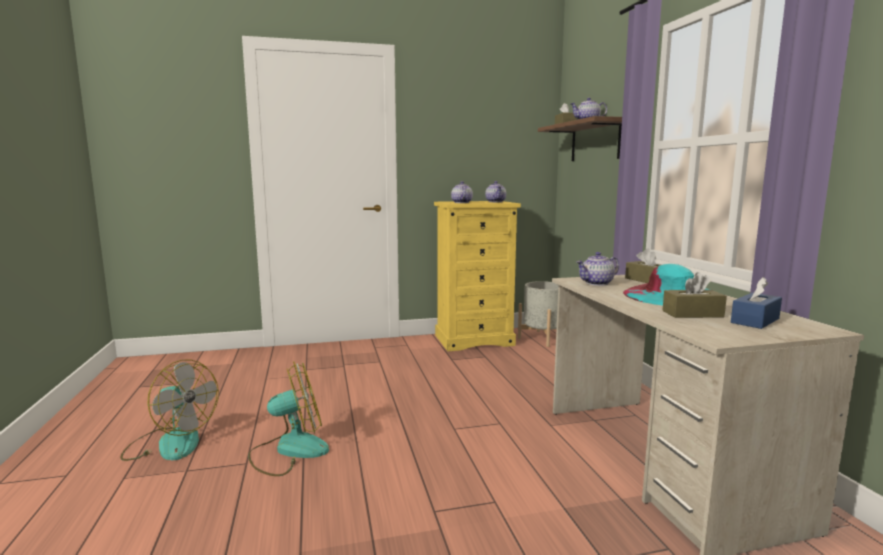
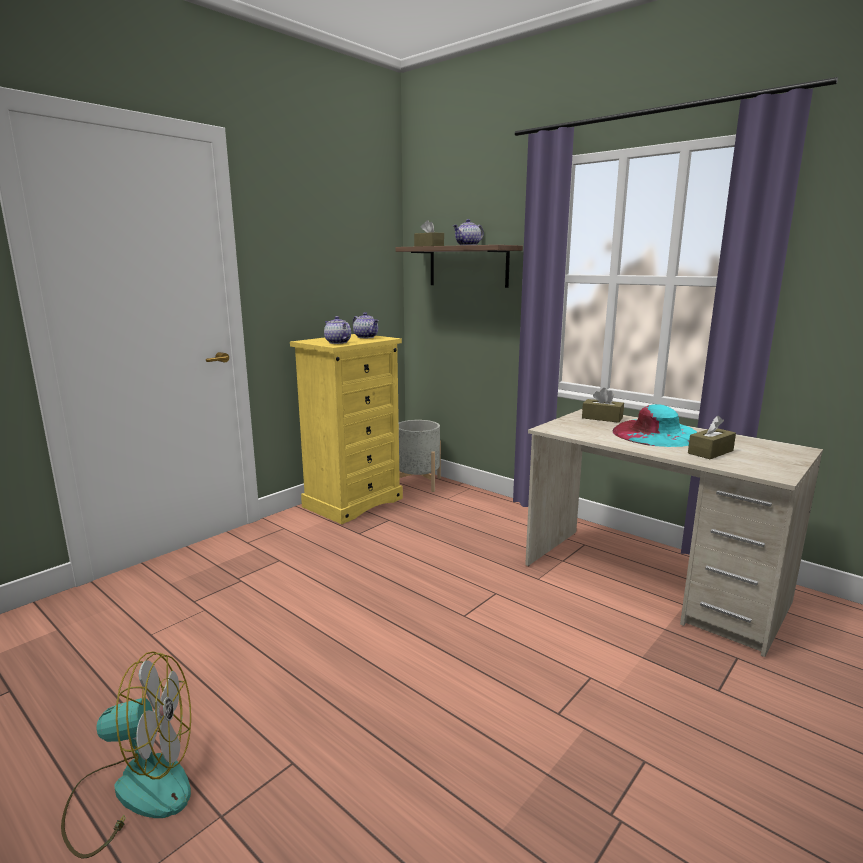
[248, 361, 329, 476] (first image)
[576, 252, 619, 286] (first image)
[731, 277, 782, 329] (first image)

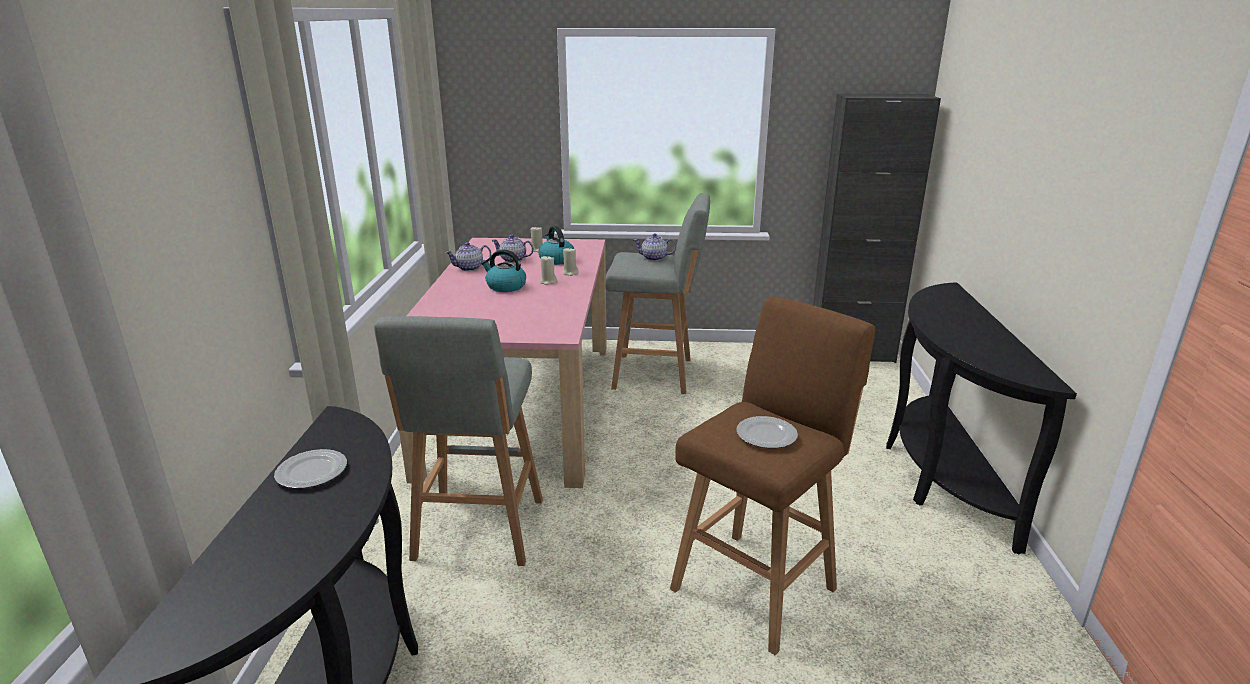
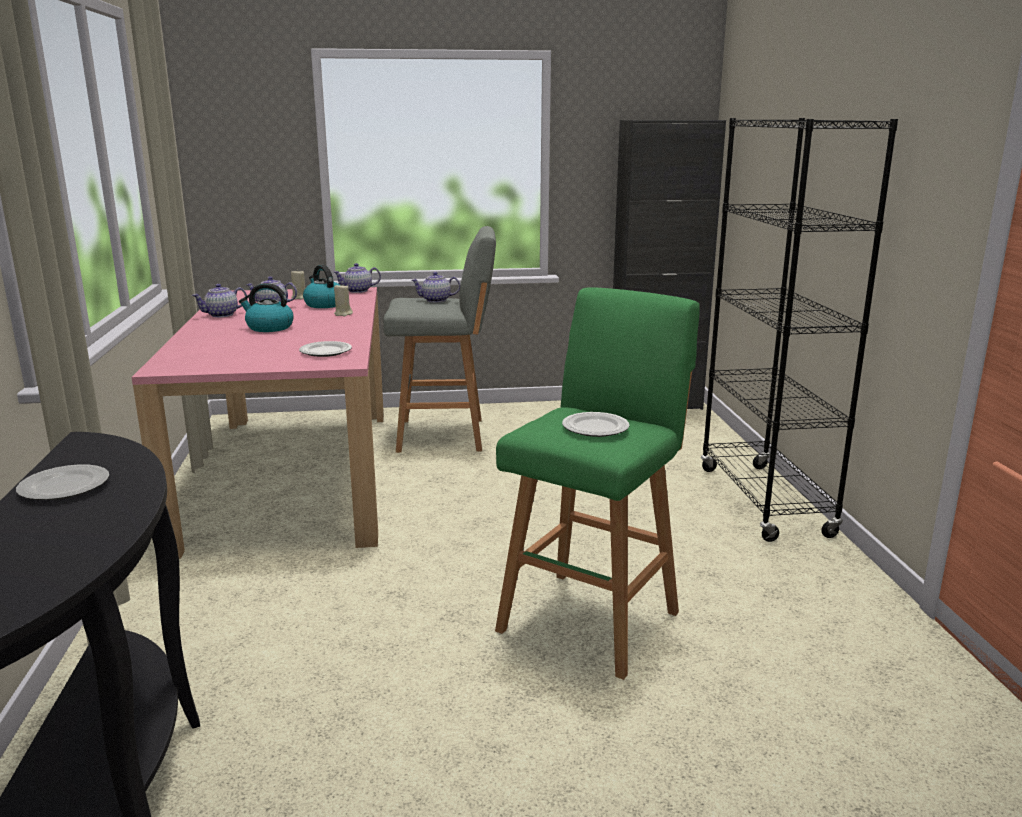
[374, 316, 543, 566] (first image)
[540, 255, 557, 285] (first image)
[495, 287, 700, 680]
[700, 118, 898, 542]
[299, 341, 352, 357]
[333, 263, 381, 293]

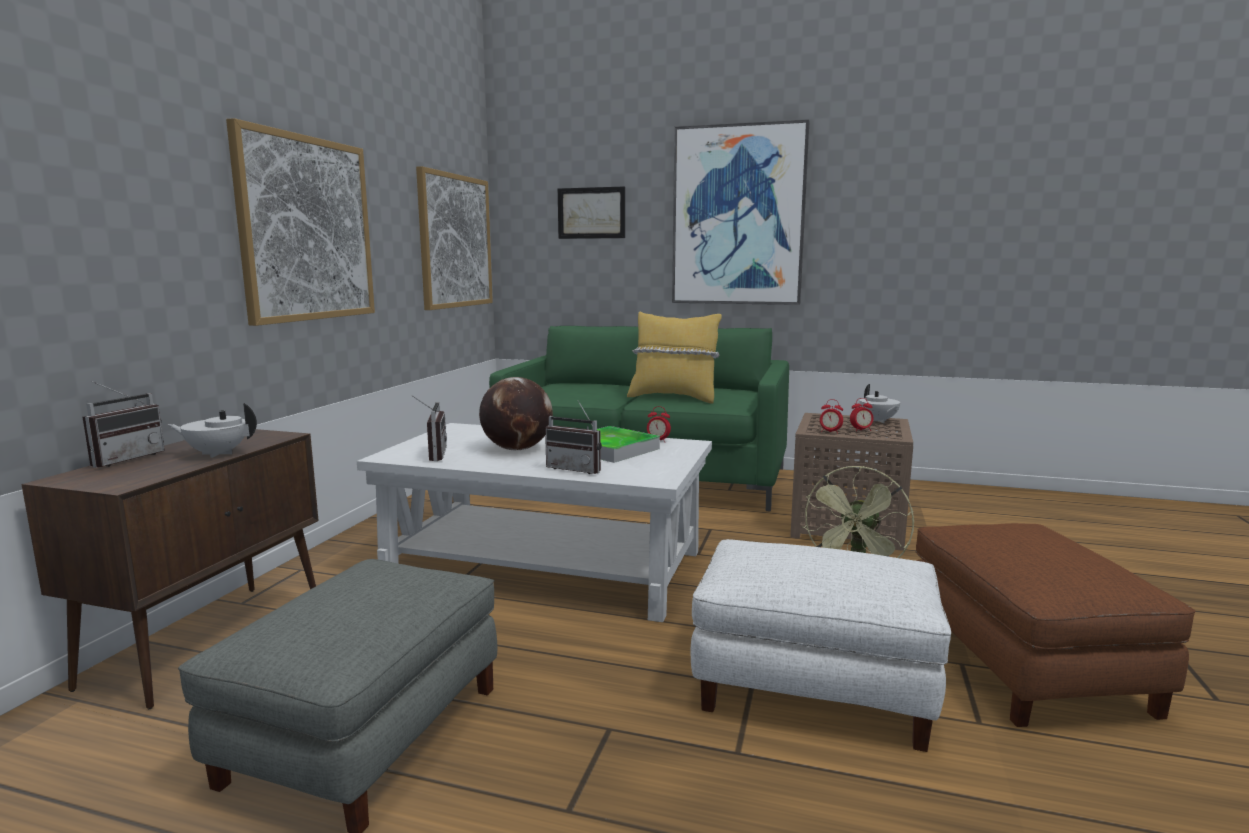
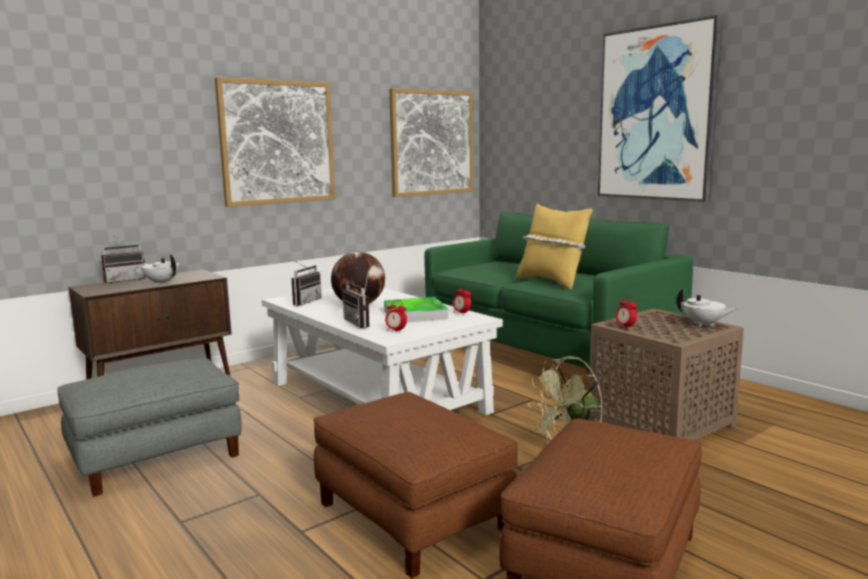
[558, 186, 625, 239] (first image)
[313, 392, 518, 578]
[385, 300, 407, 333]
[676, 289, 738, 327]

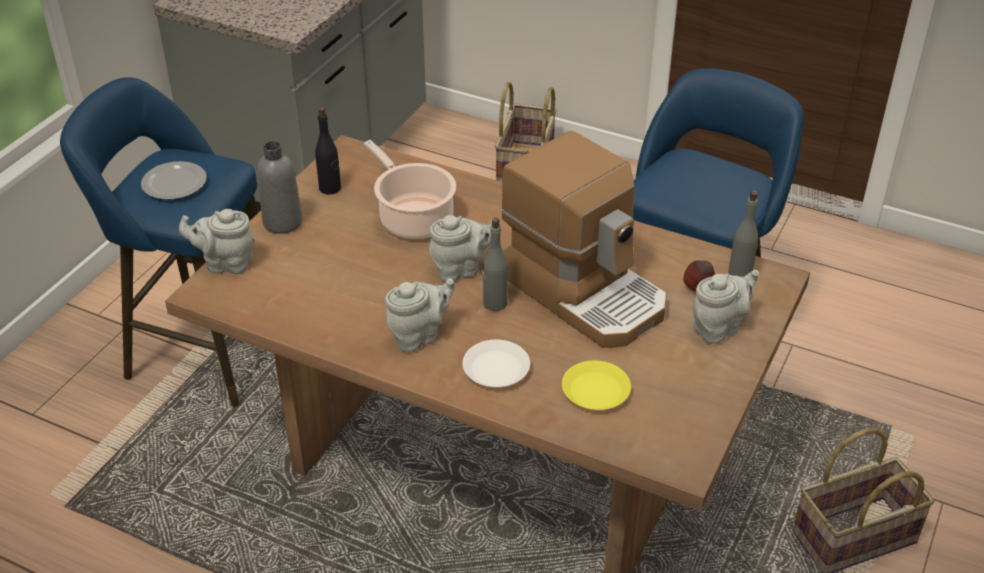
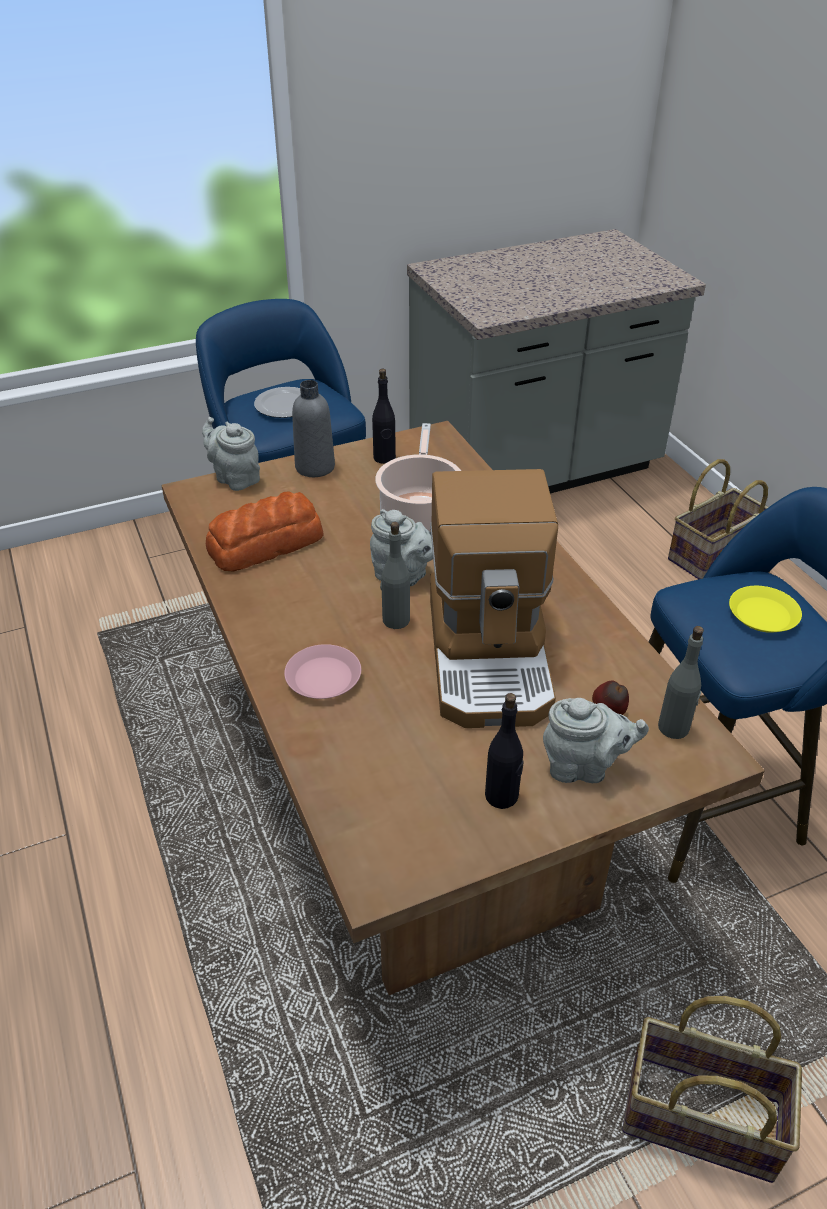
[385, 278, 455, 352] (first image)
[284, 644, 361, 699]
[729, 586, 802, 633]
[206, 491, 323, 571]
[485, 693, 524, 809]

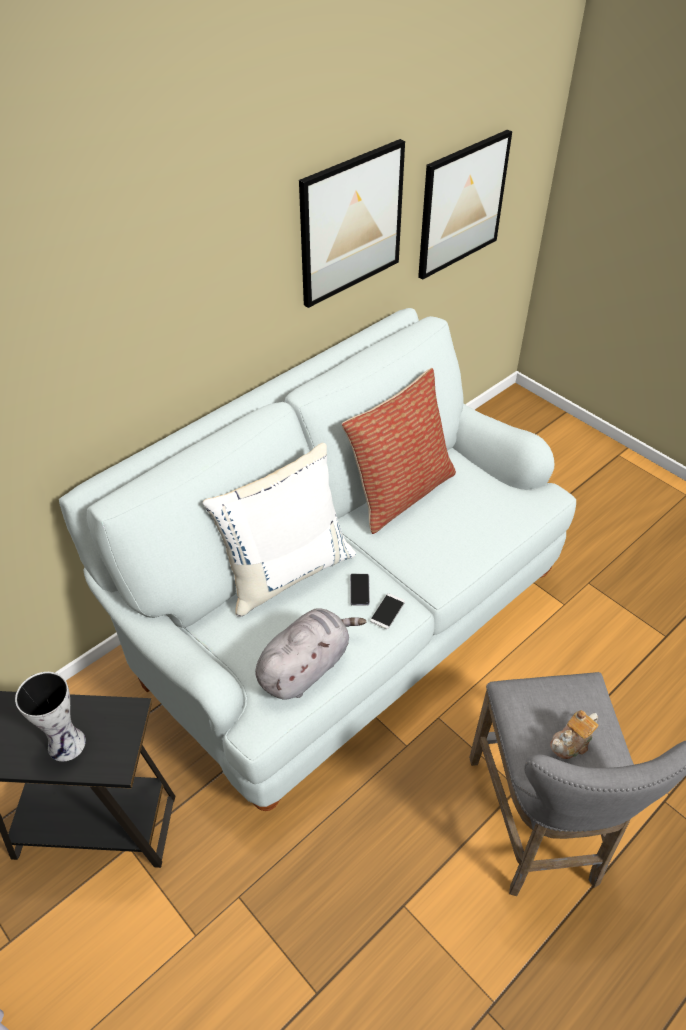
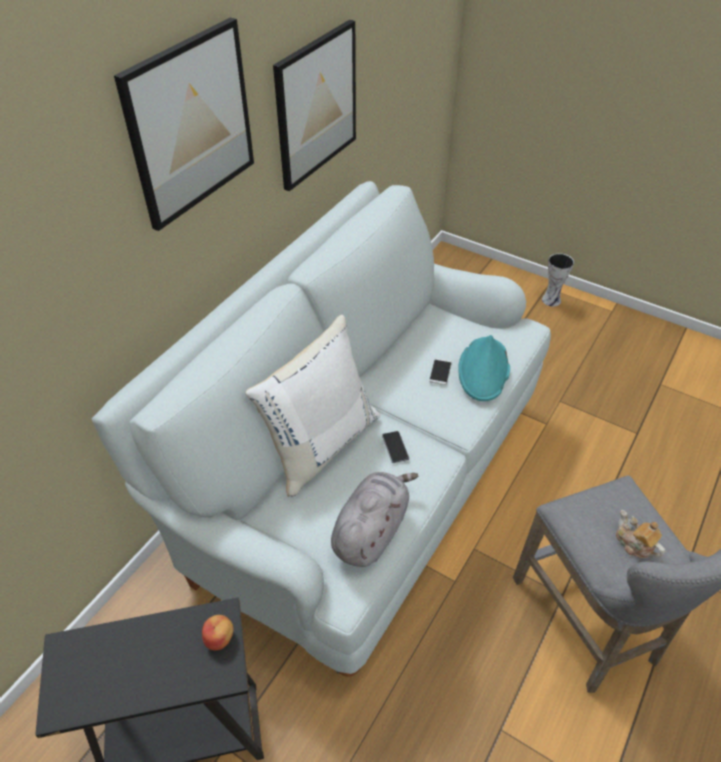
[542, 253, 574, 307]
[342, 368, 456, 534] (first image)
[429, 358, 452, 385]
[114, 17, 254, 231]
[616, 510, 665, 558]
[202, 615, 233, 651]
[458, 335, 510, 401]

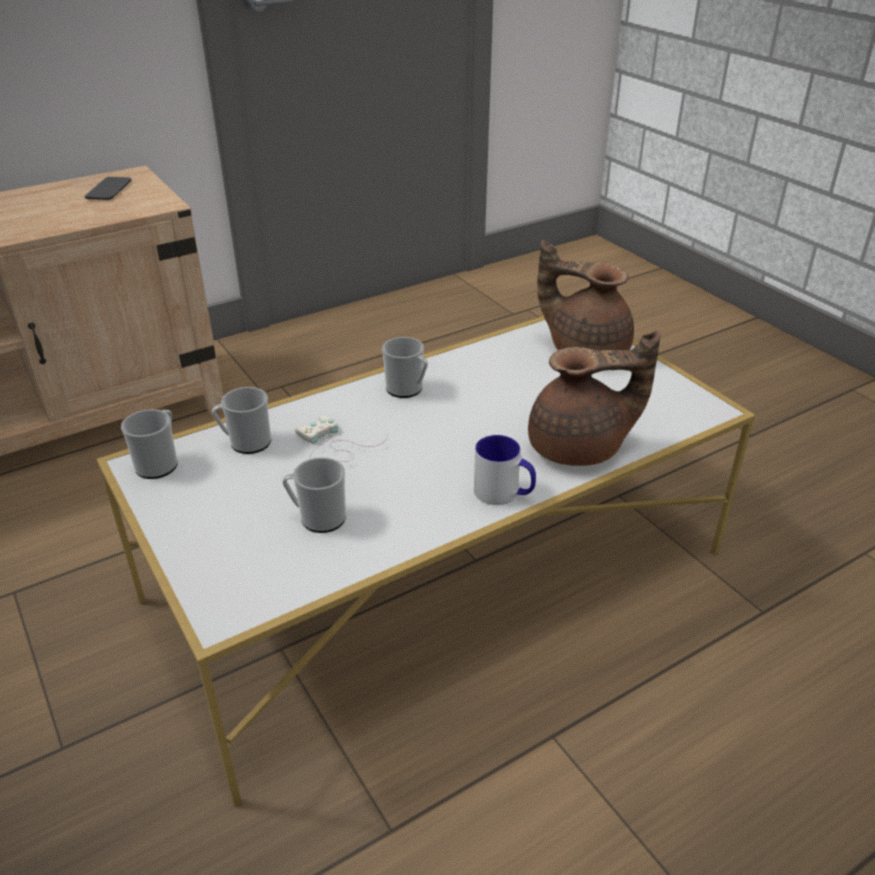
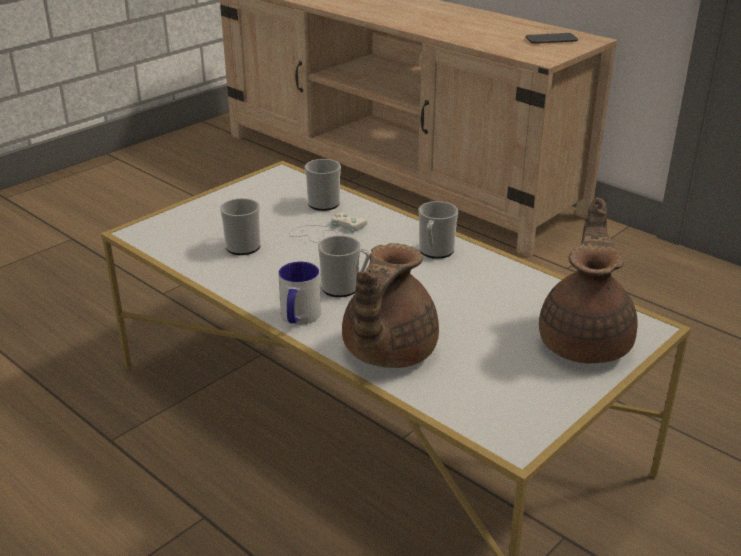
[318, 235, 370, 297]
[342, 243, 439, 368]

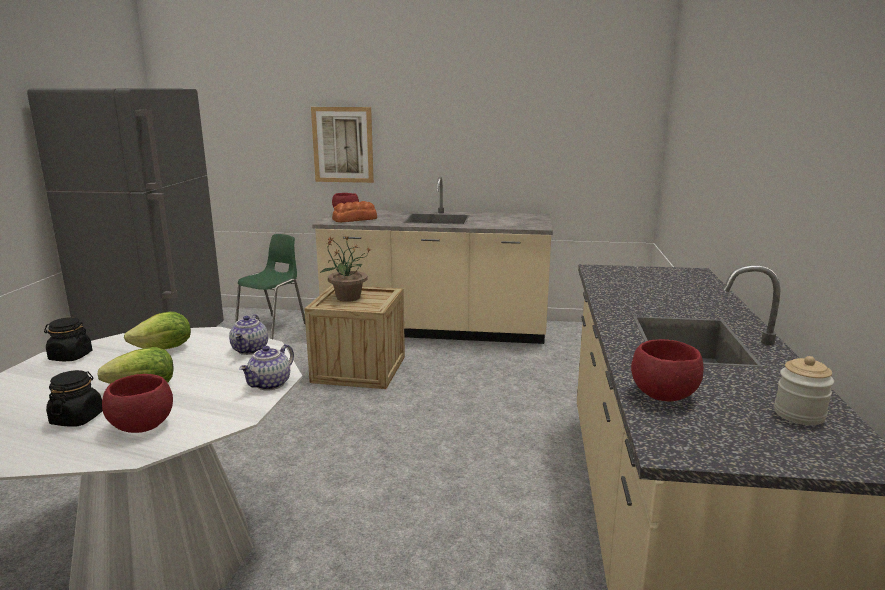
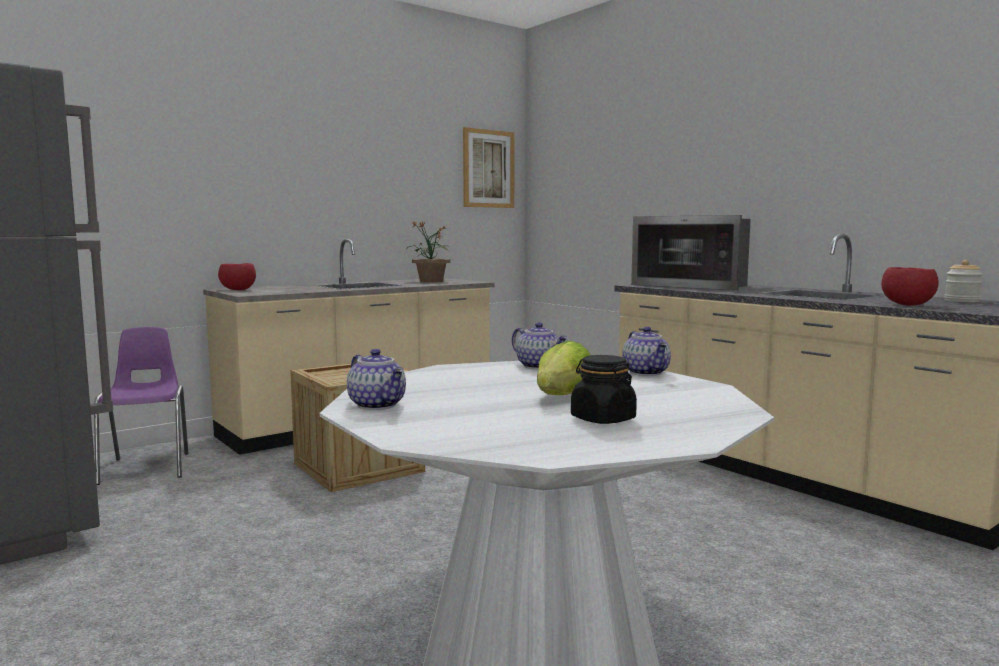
[347, 349, 406, 410]
[102, 374, 173, 433] (first image)
[124, 312, 191, 350] (first image)
[94, 327, 188, 485]
[463, 127, 515, 208]
[406, 221, 450, 282]
[332, 201, 377, 223] (first image)
[631, 215, 751, 291]

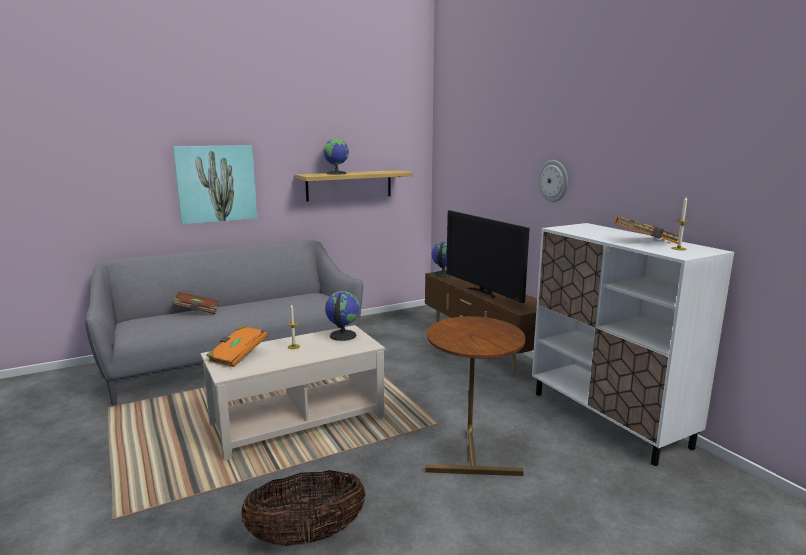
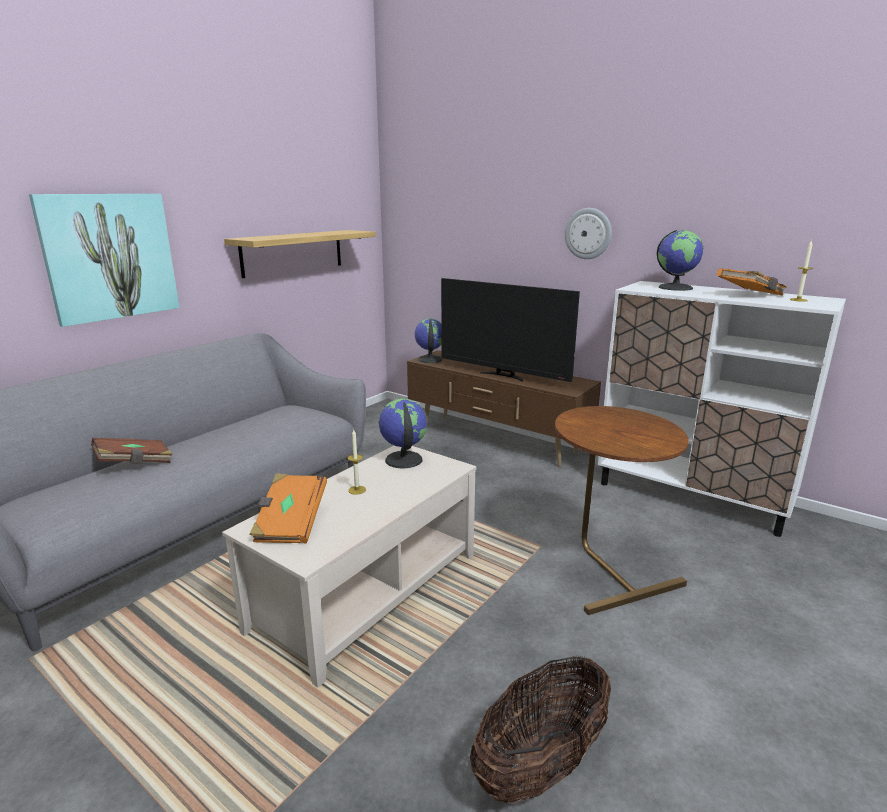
[657, 230, 703, 291]

